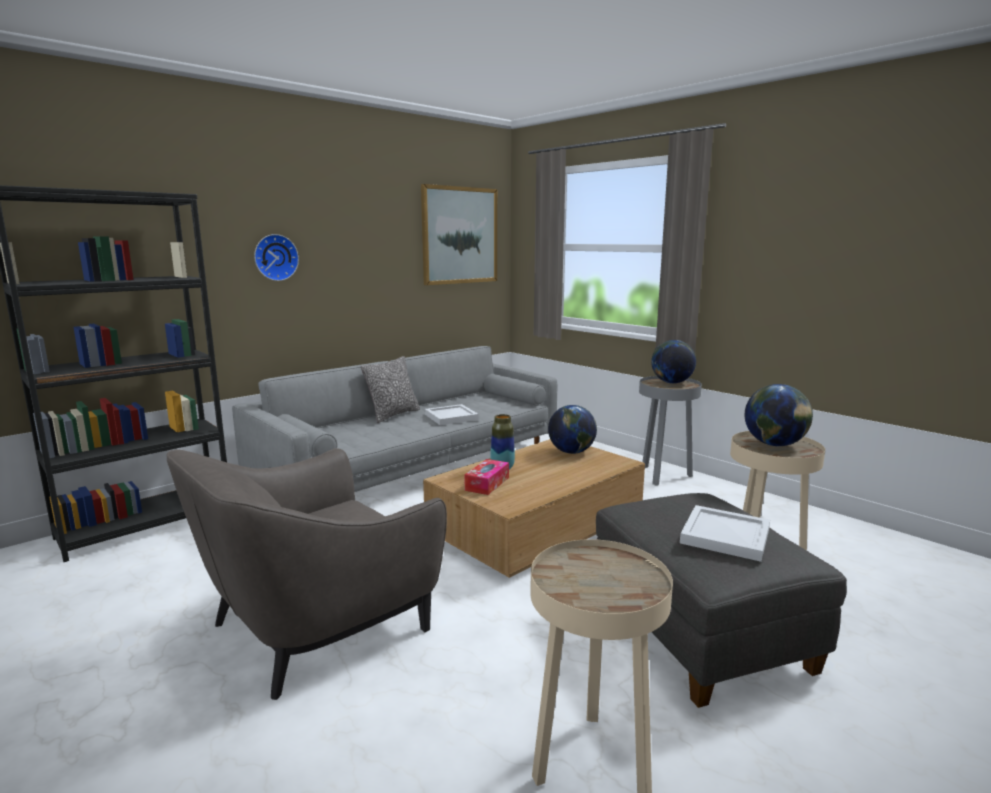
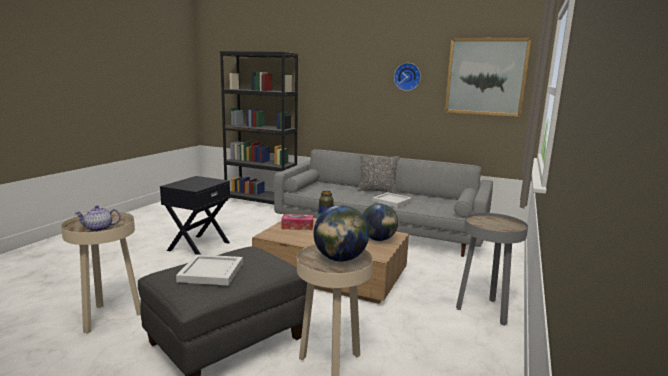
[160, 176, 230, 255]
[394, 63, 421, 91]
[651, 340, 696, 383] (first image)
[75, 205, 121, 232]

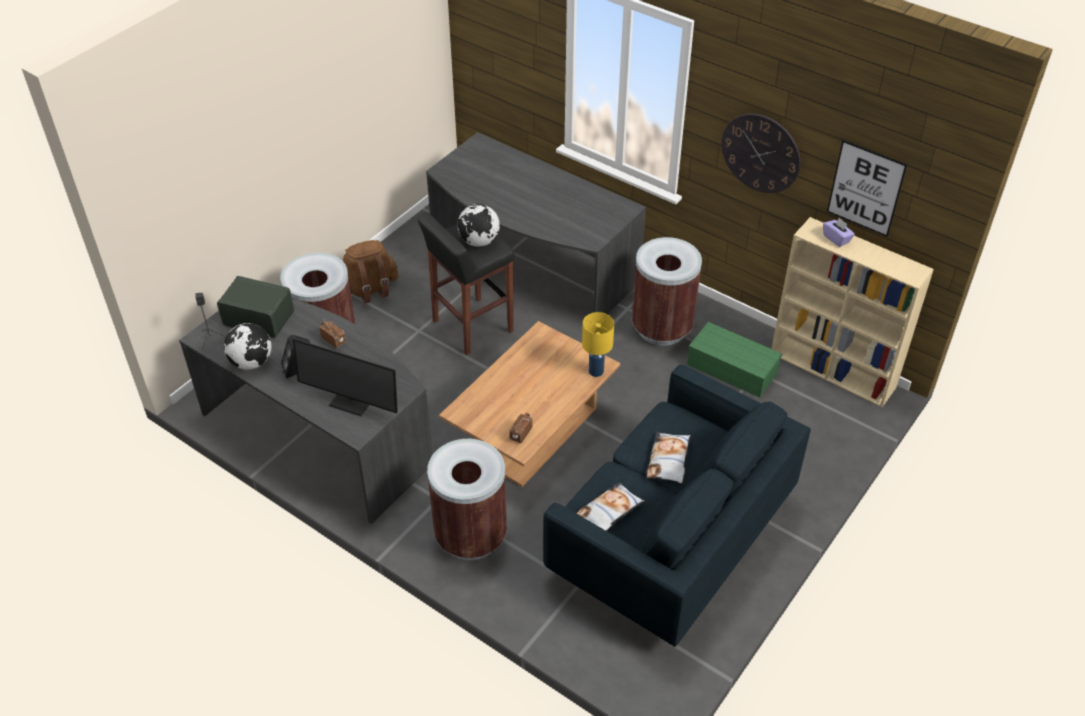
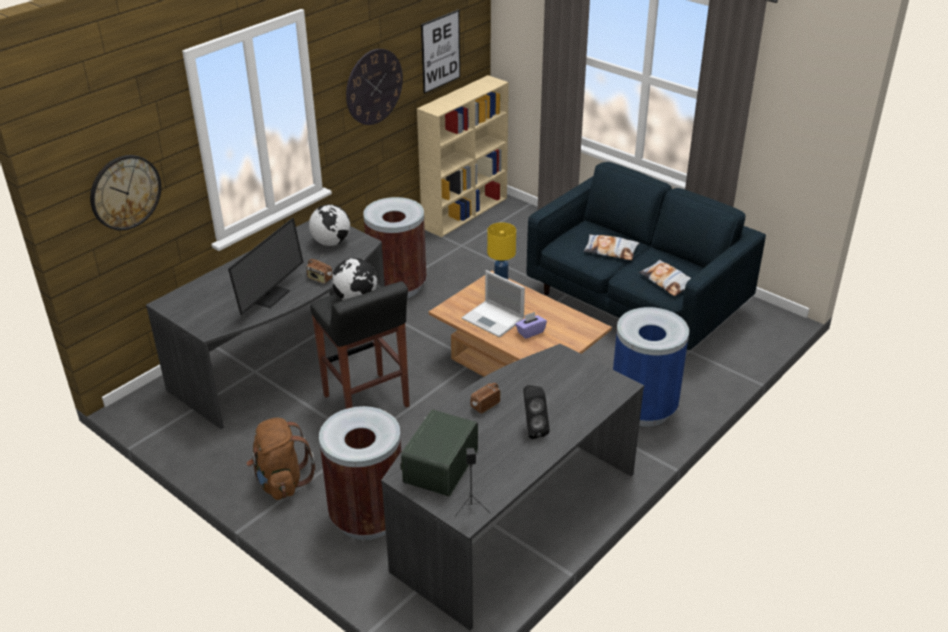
[309, 204, 350, 246]
[228, 218, 303, 315]
[613, 307, 689, 427]
[306, 254, 332, 284]
[687, 322, 782, 397] (first image)
[515, 312, 547, 339]
[90, 155, 161, 230]
[462, 270, 525, 337]

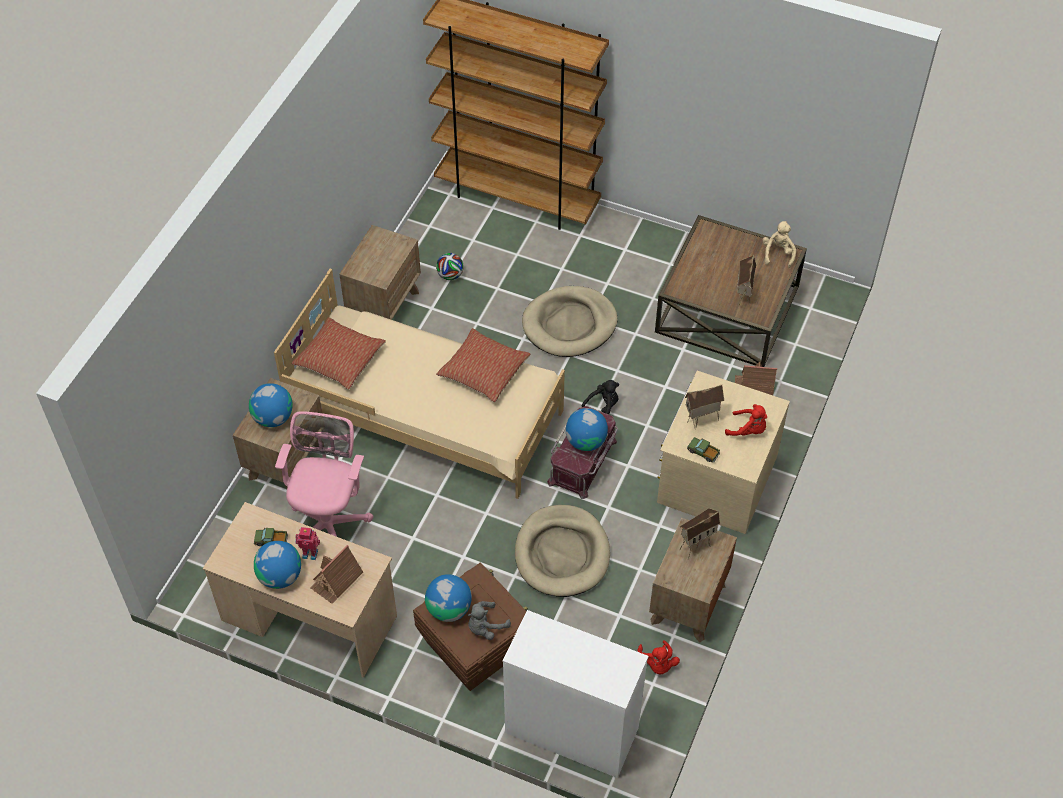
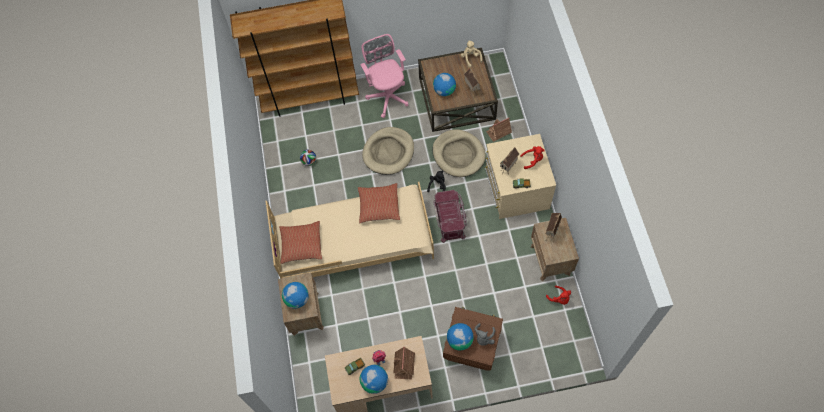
[360, 34, 409, 118]
[339, 225, 421, 320] (first image)
[503, 610, 649, 778] (first image)
[433, 129, 486, 177]
[433, 73, 456, 96]

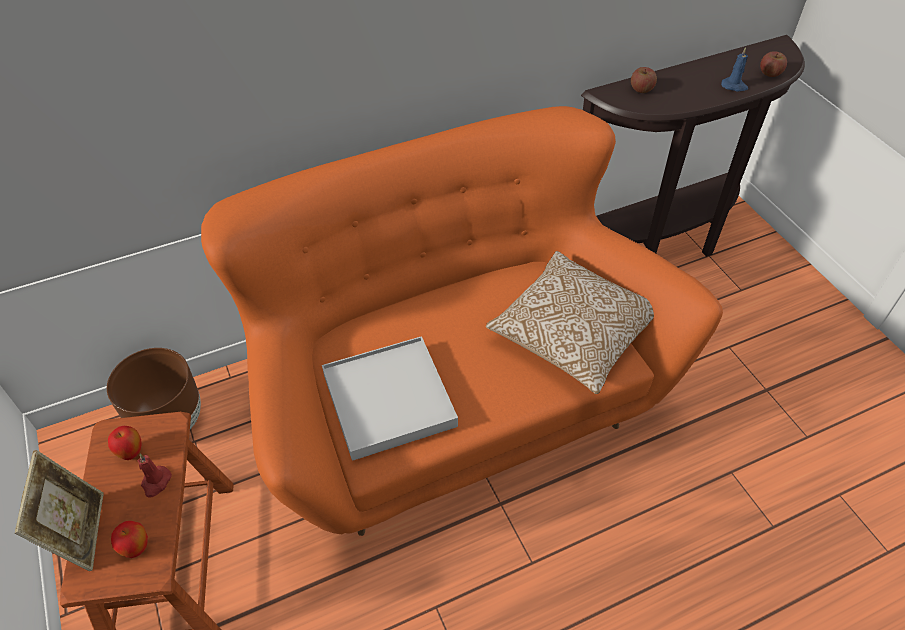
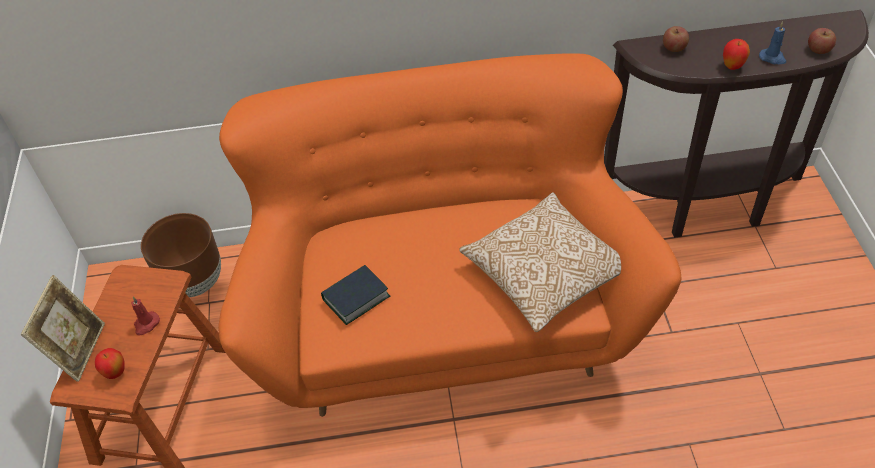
[723, 39, 750, 70]
[321, 265, 390, 325]

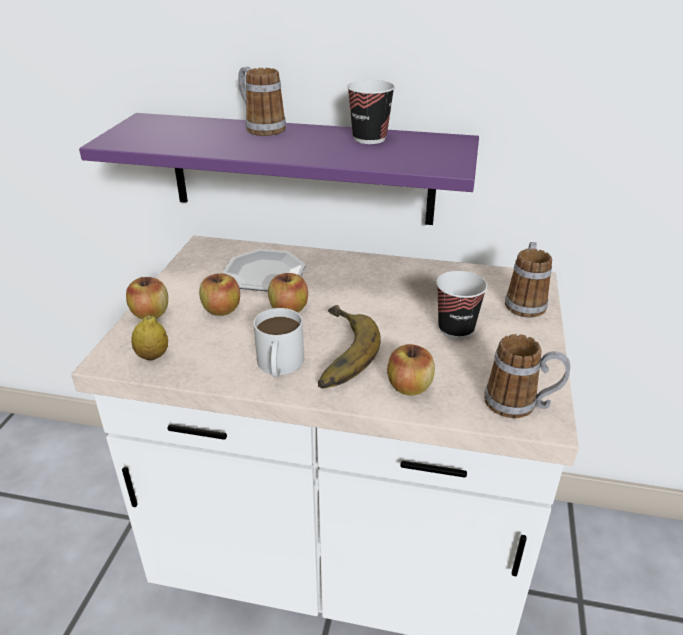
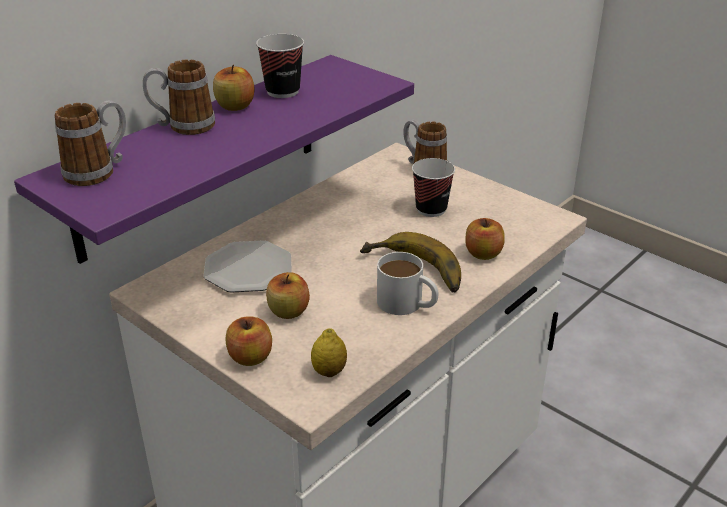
[213, 64, 254, 111]
[55, 101, 126, 186]

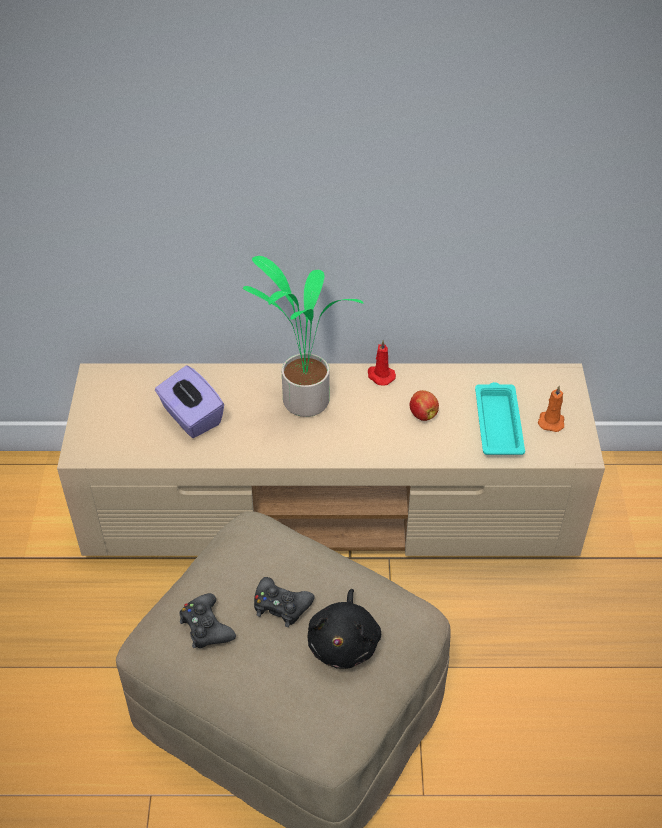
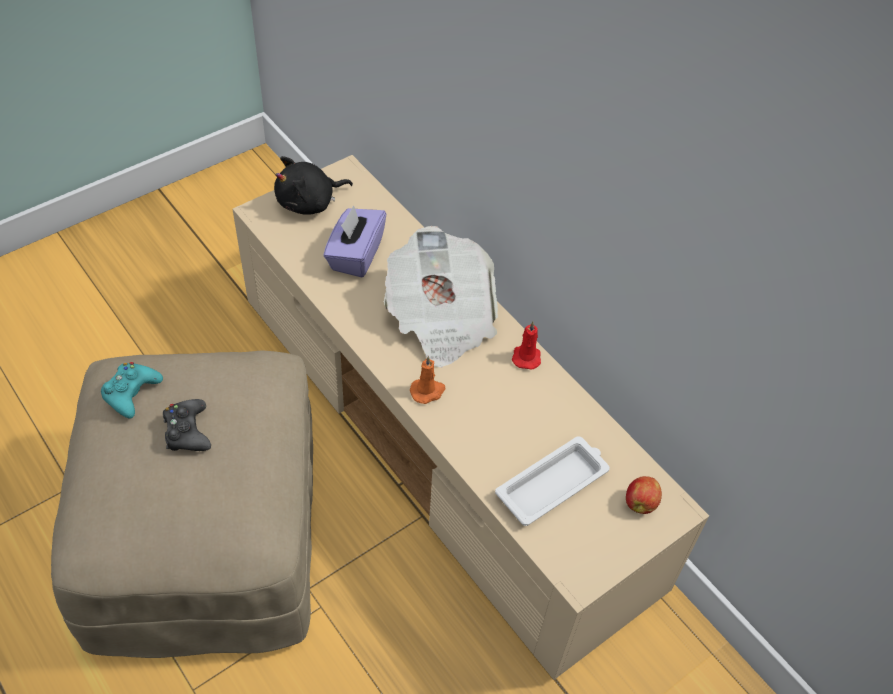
[101, 362, 163, 419]
[383, 226, 498, 368]
[274, 156, 353, 215]
[626, 476, 662, 514]
[495, 436, 610, 526]
[410, 356, 446, 404]

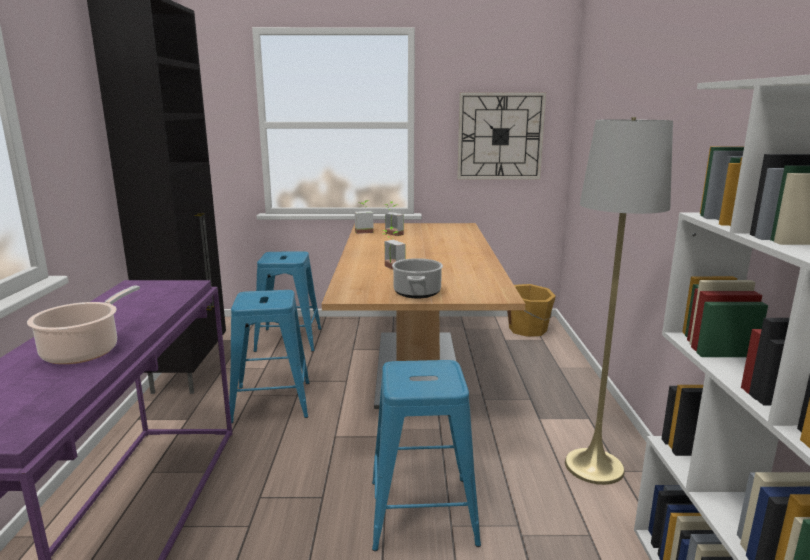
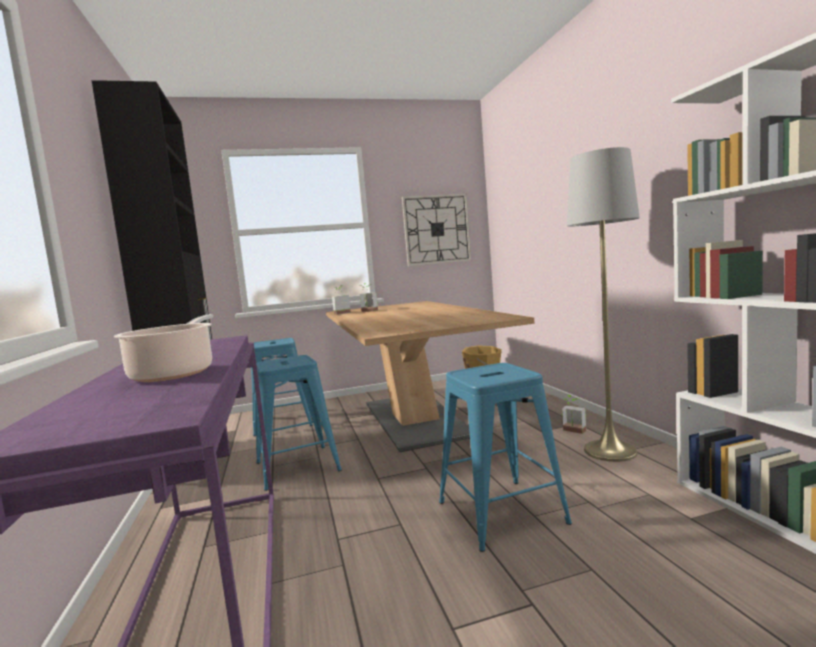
[562, 395, 586, 434]
[392, 258, 443, 299] (first image)

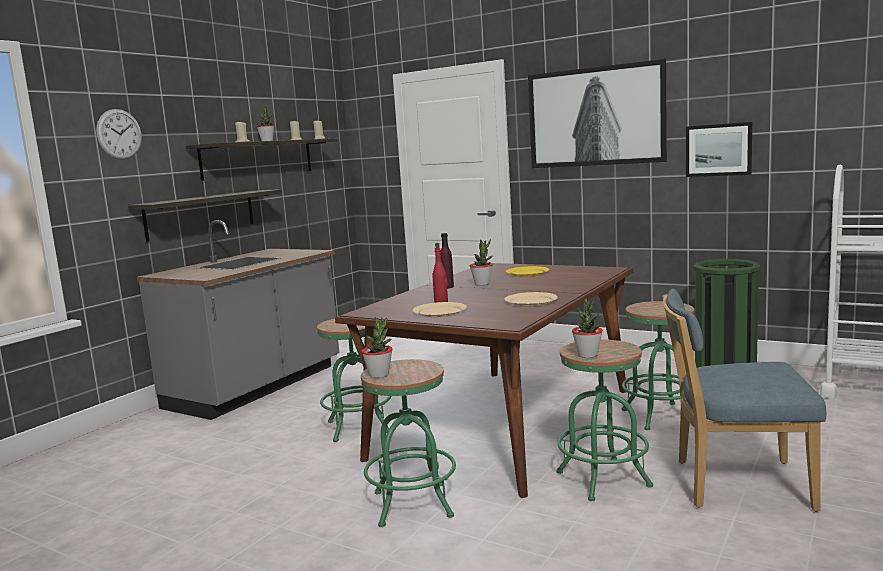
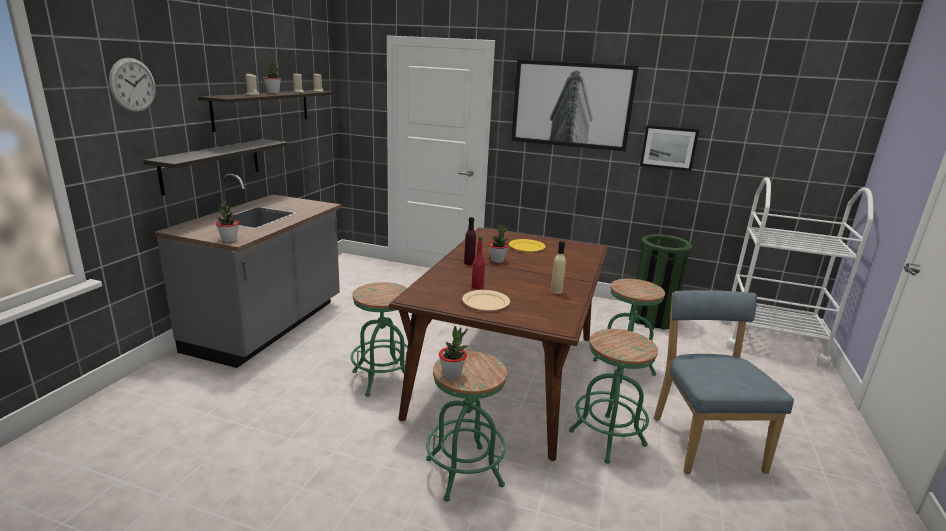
[551, 241, 566, 294]
[216, 201, 239, 242]
[654, 290, 794, 474]

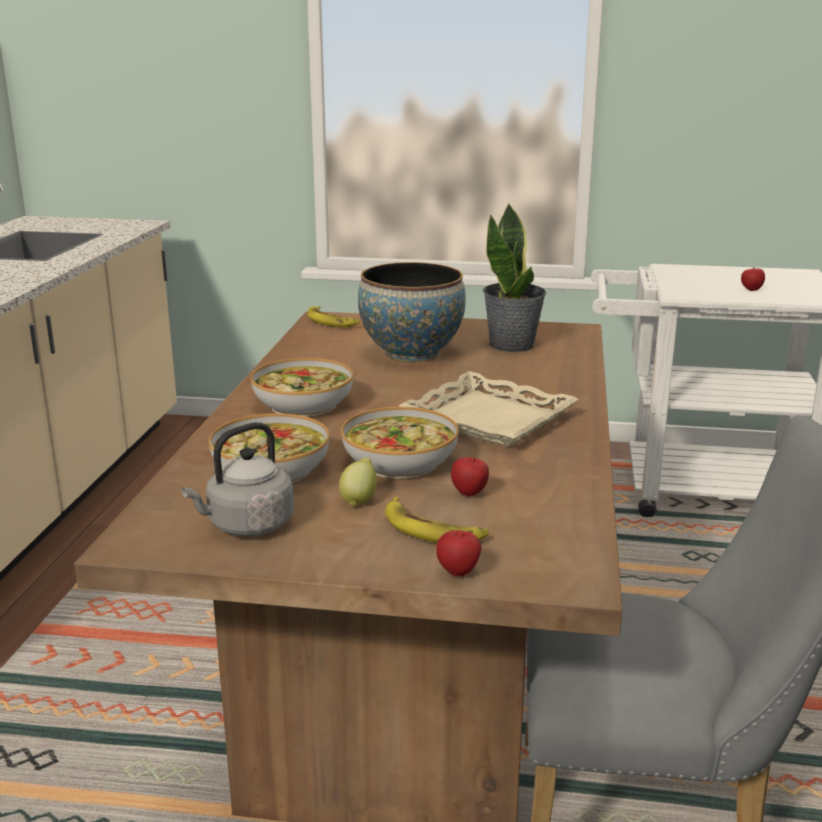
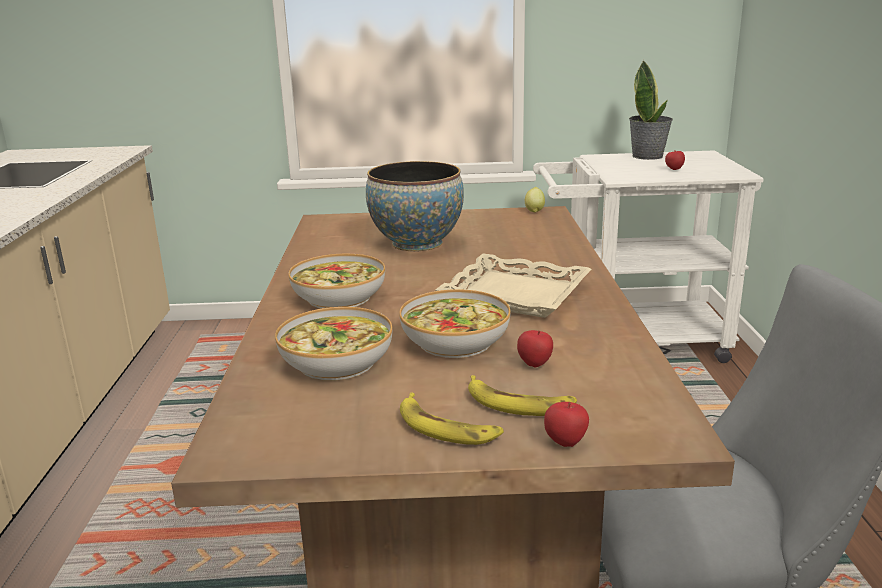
[181, 422, 294, 536] (first image)
[400, 393, 504, 445]
[525, 187, 545, 213]
[629, 60, 673, 160]

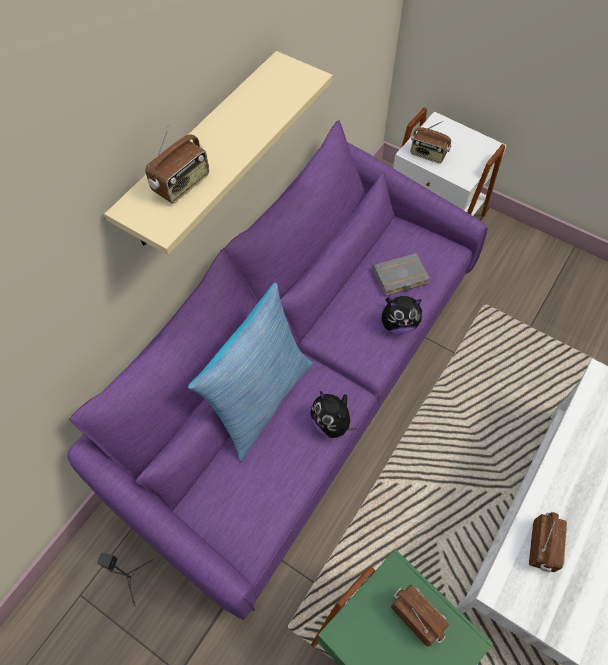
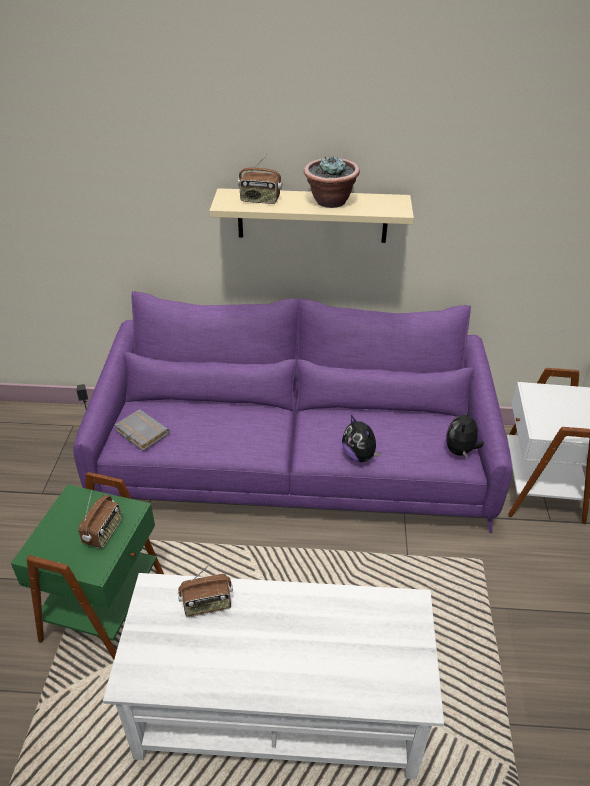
[188, 283, 313, 462] (first image)
[446, 407, 484, 459]
[114, 409, 170, 451]
[411, 121, 451, 163] (first image)
[304, 155, 360, 208]

